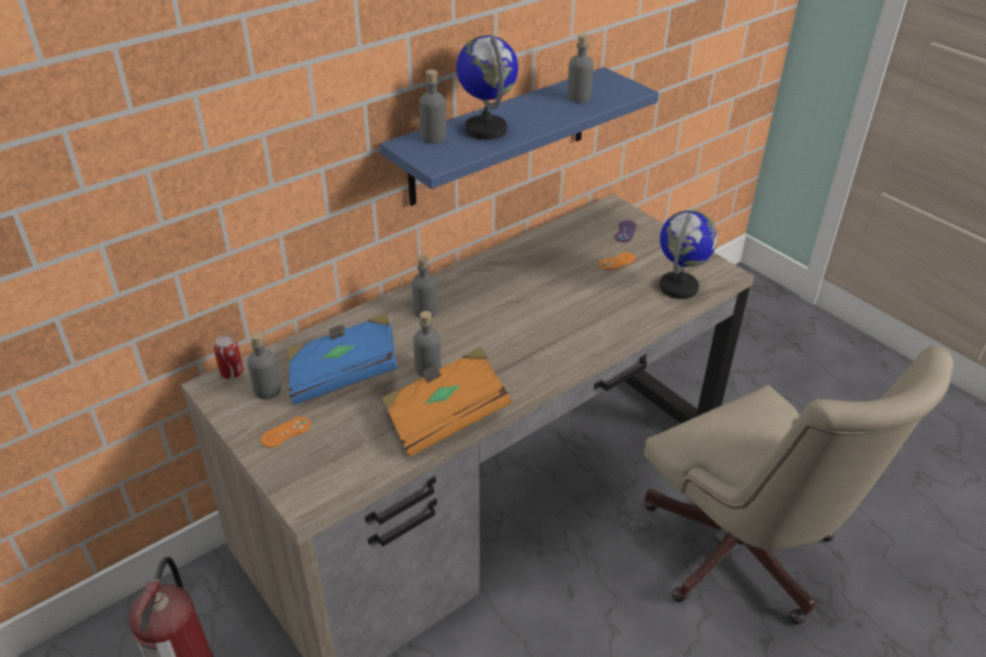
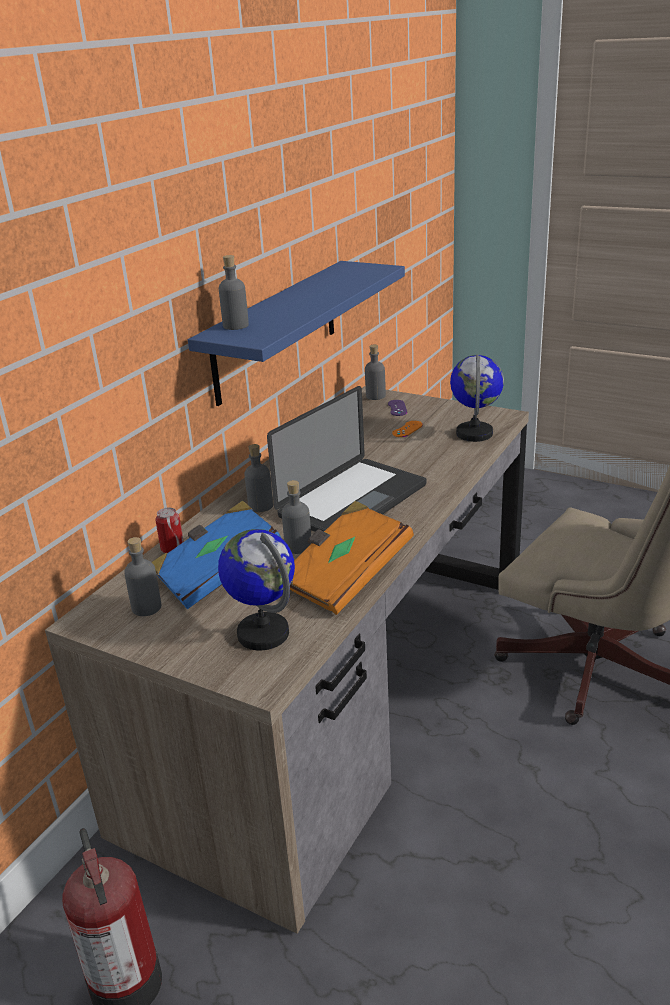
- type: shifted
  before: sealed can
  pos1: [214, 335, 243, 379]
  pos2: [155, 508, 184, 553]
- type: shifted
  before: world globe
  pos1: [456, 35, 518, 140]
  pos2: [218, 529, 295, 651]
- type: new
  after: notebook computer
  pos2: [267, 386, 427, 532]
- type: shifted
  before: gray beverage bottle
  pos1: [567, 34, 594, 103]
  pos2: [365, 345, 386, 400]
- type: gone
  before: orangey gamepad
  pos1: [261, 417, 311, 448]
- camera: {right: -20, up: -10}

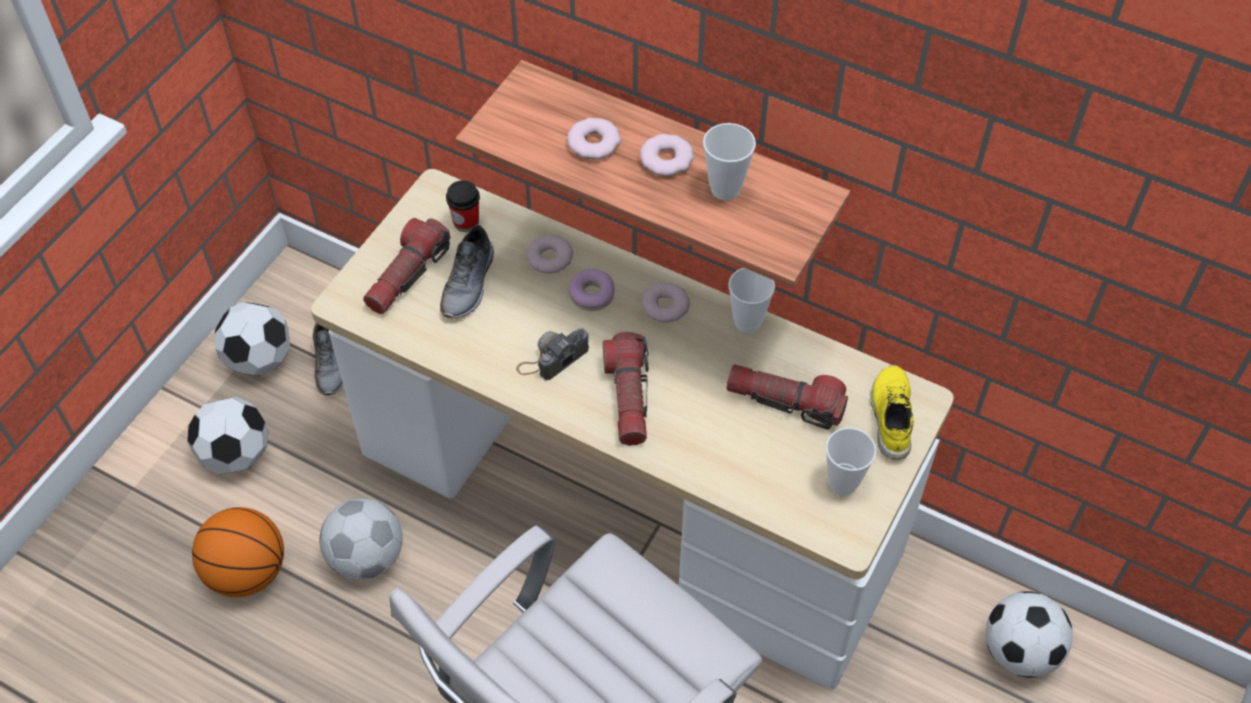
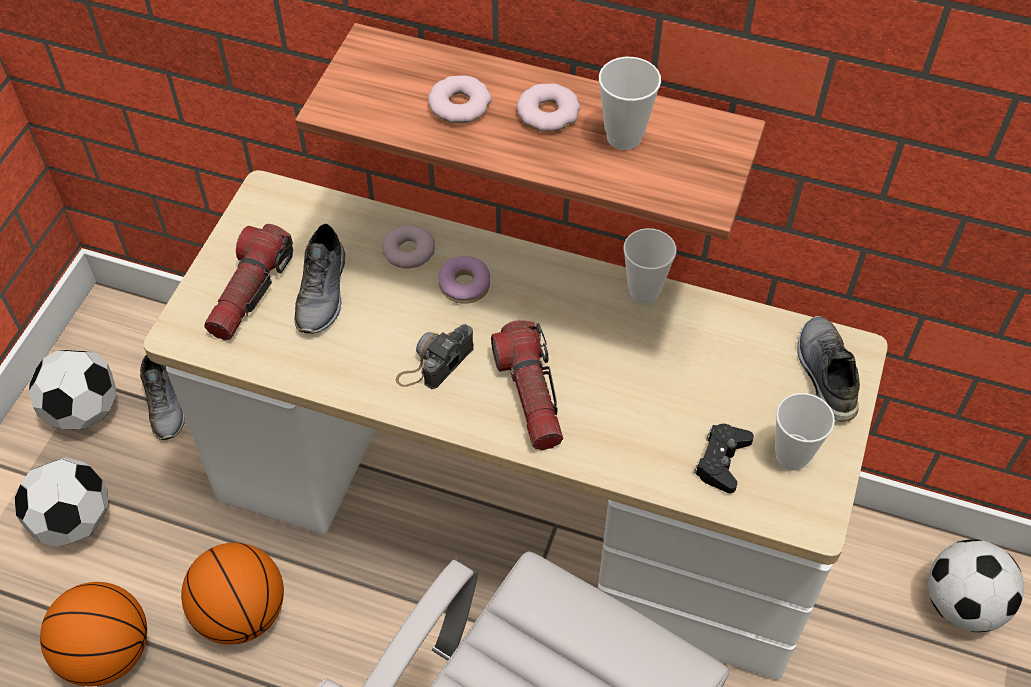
- type: swapped
  before: football
  after: basketball ball
  pos1: [319, 498, 403, 580]
  pos2: [181, 542, 284, 645]
- type: new
  after: blackish gamepad
  pos2: [694, 424, 754, 493]
- type: repainted
  before: yellow-coloured low shoe
  after: gray low shoe
  pos1: [870, 365, 913, 460]
  pos2: [797, 316, 860, 422]
- type: gone
  before: drinking cup
  pos1: [446, 180, 480, 232]
- type: gone
  before: ring doughnut
  pos1: [642, 283, 690, 322]
- type: gone
  before: torch
  pos1: [726, 364, 848, 430]
- camera: {right: -10, up: 0}

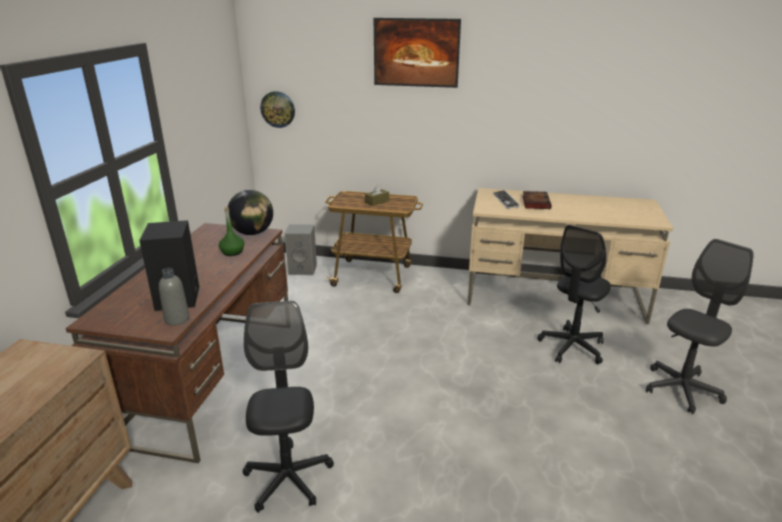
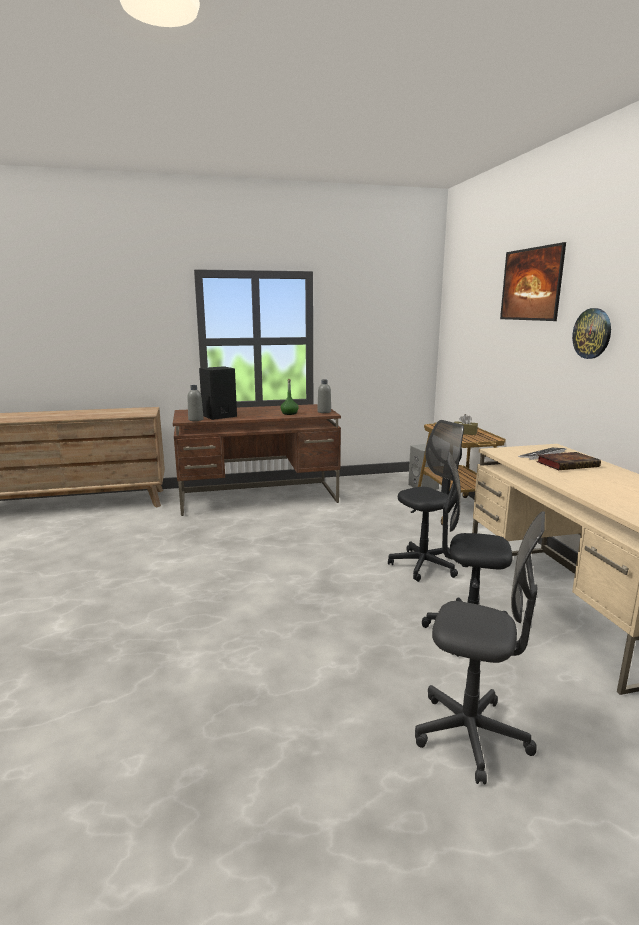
- type: swapped
  before: world globe
  after: gray beverage bottle
  pos1: [228, 190, 273, 235]
  pos2: [317, 379, 331, 413]
- type: shifted
  before: blackish desk chair
  pos1: [243, 301, 334, 513]
  pos2: [388, 420, 464, 582]
- type: shifted
  before: clock on the wall
  pos1: [260, 91, 295, 128]
  pos2: [572, 308, 611, 359]
- camera: {right: 65, up: -10}

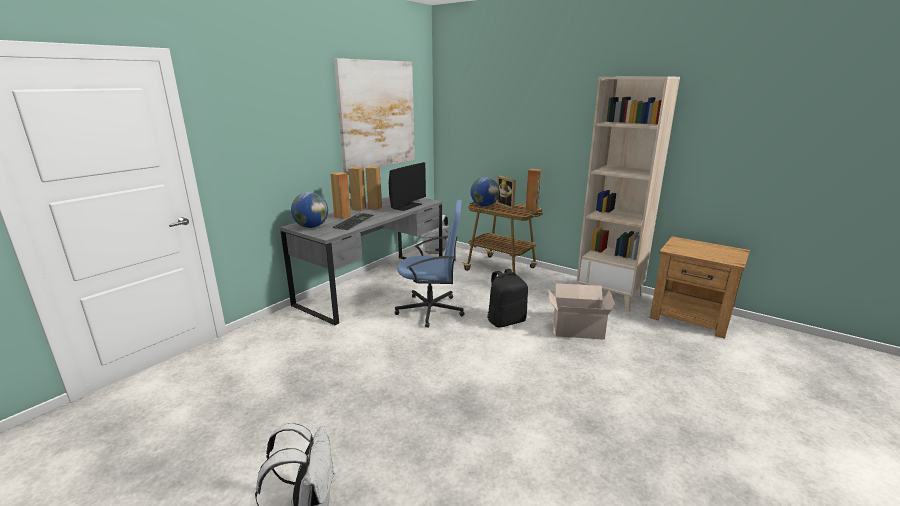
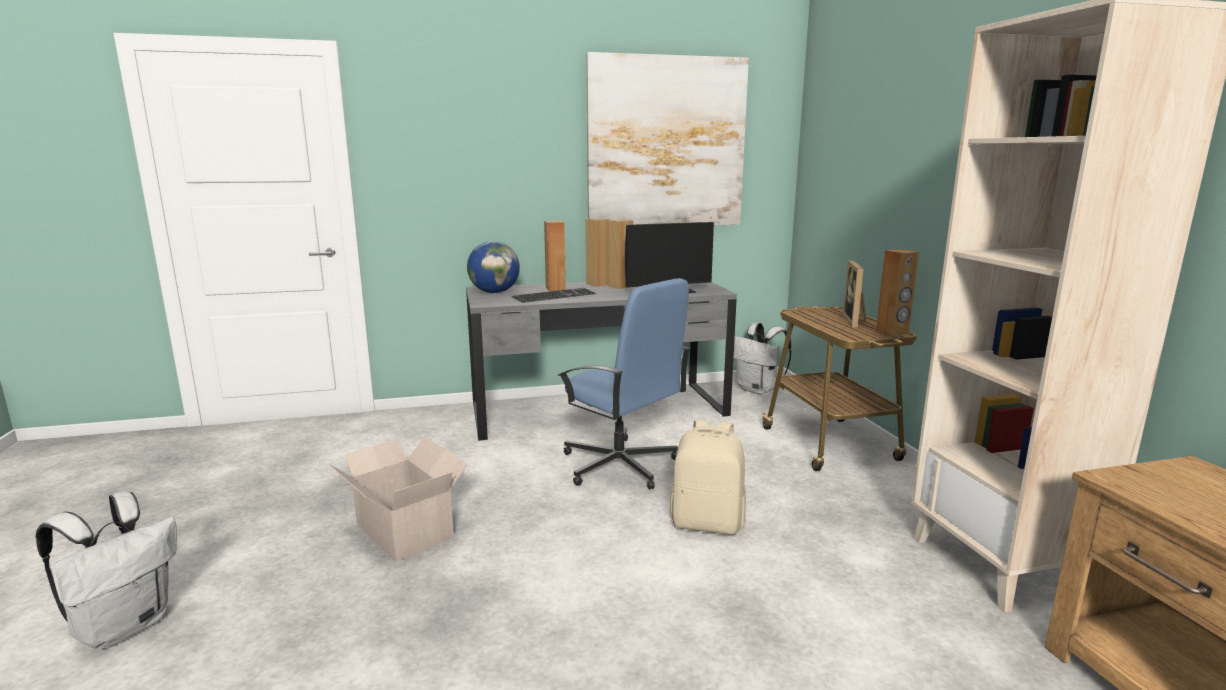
- type: shifted
  before: carton
  pos1: [548, 283, 615, 340]
  pos2: [329, 436, 468, 562]
- type: repainted
  before: blackish knapsack
  after: beige-coloured knapsack
  pos1: [487, 269, 528, 328]
  pos2: [670, 420, 746, 535]
- type: gone
  before: world globe
  pos1: [470, 177, 500, 207]
- camera: {right: 40, up: -5}

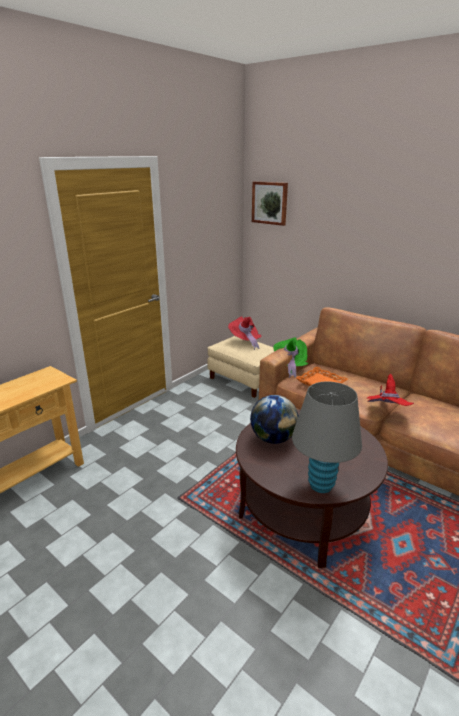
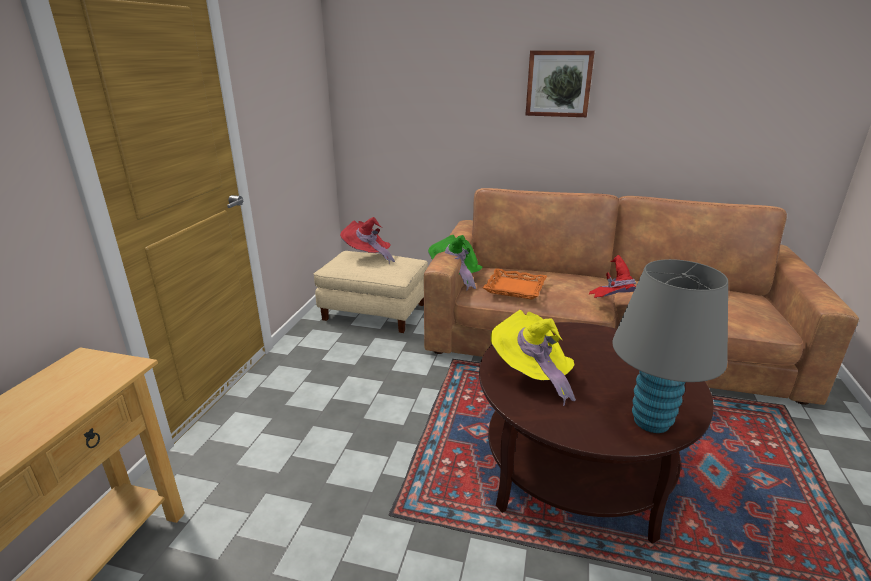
- type: swapped
  before: world globe
  after: yellow-coloured hat
  pos1: [250, 395, 299, 444]
  pos2: [490, 310, 576, 406]
- type: shifted
  before: wall art
  pos1: [252, 181, 288, 226]
  pos2: [525, 50, 595, 117]
- camera: {right: -25, up: 0}

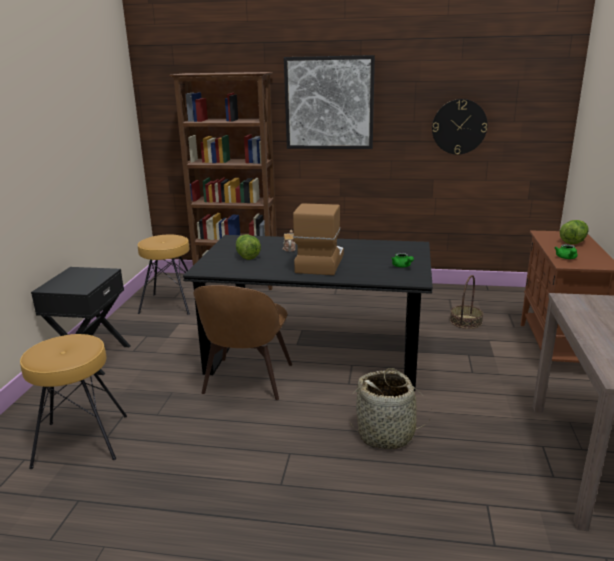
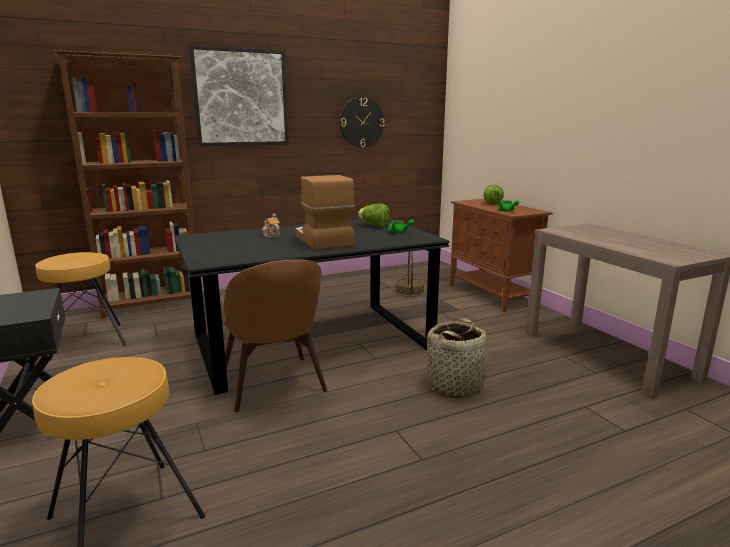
- type: shifted
  before: head of lettuce
  pos1: [236, 234, 261, 260]
  pos2: [358, 203, 390, 227]
- camera: {right: -35, up: -5}

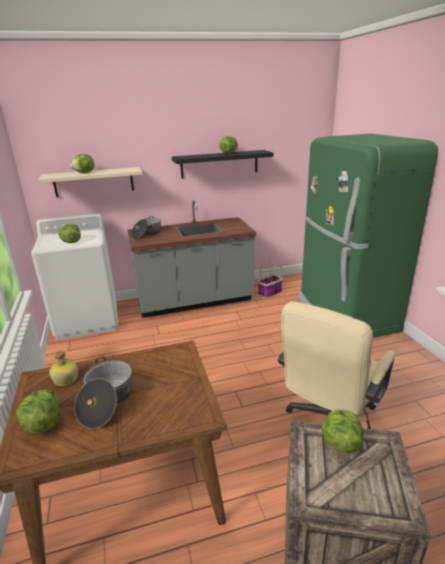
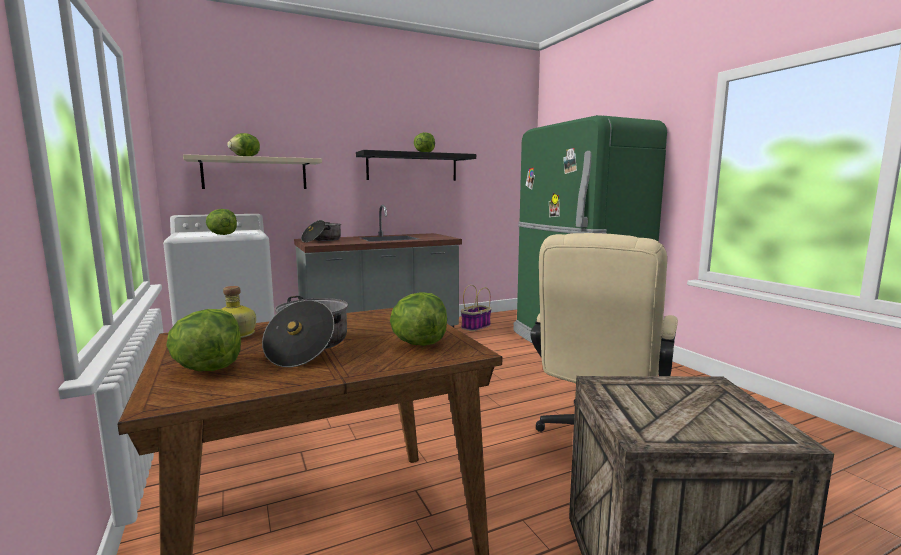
- type: shifted
  before: head of lettuce
  pos1: [322, 409, 364, 454]
  pos2: [390, 292, 447, 346]
- camera: {right: -10, up: -15}

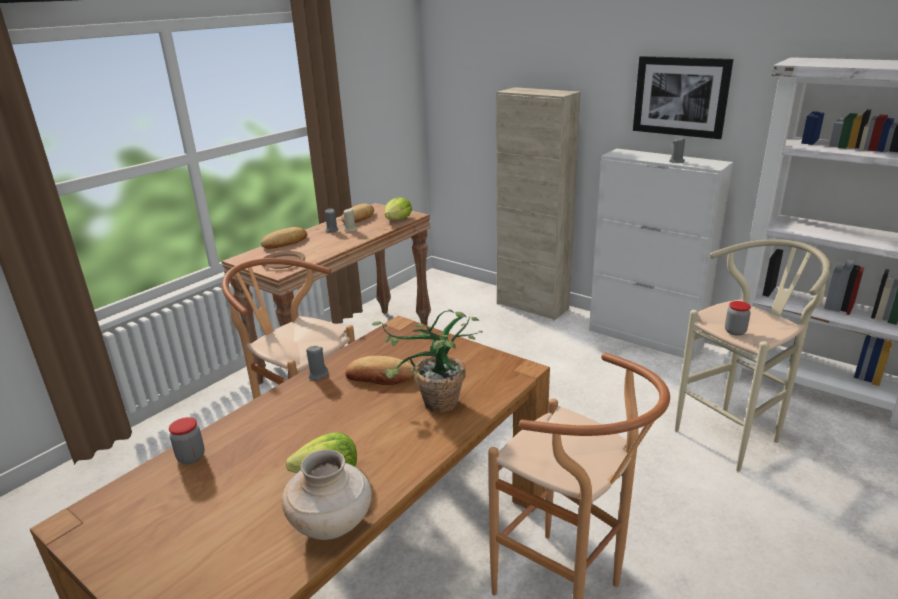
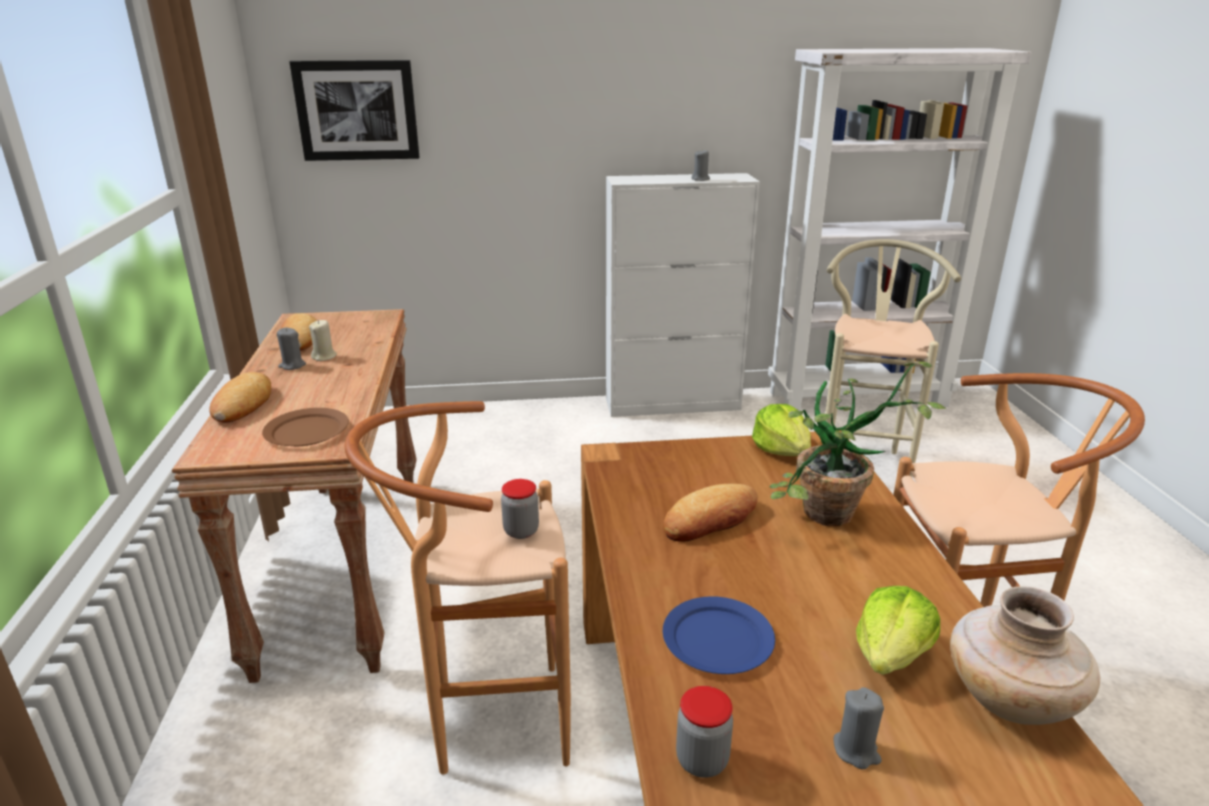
- type: shifted
  before: wall art
  pos1: [633, 56, 733, 139]
  pos2: [289, 60, 420, 161]
- type: shifted
  before: preserve jar
  pos1: [725, 301, 751, 336]
  pos2: [501, 479, 539, 539]
- type: new
  after: bluish flat dish
  pos2: [663, 596, 775, 674]
- type: shifted
  before: head of lettuce
  pos1: [385, 197, 412, 220]
  pos2: [752, 404, 811, 456]
- type: shifted
  before: gray wax light
  pos1: [306, 346, 329, 381]
  pos2: [833, 687, 884, 769]
- type: gone
  before: beige-coloured storage cabinet
  pos1: [496, 87, 580, 321]
- camera: {right: -45, up: 0}

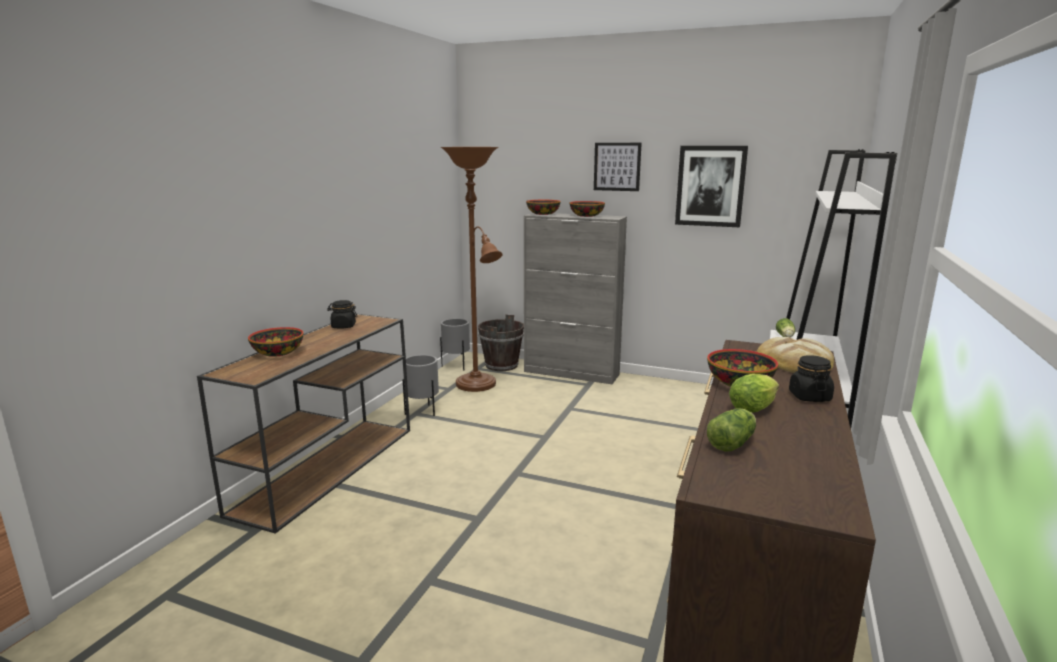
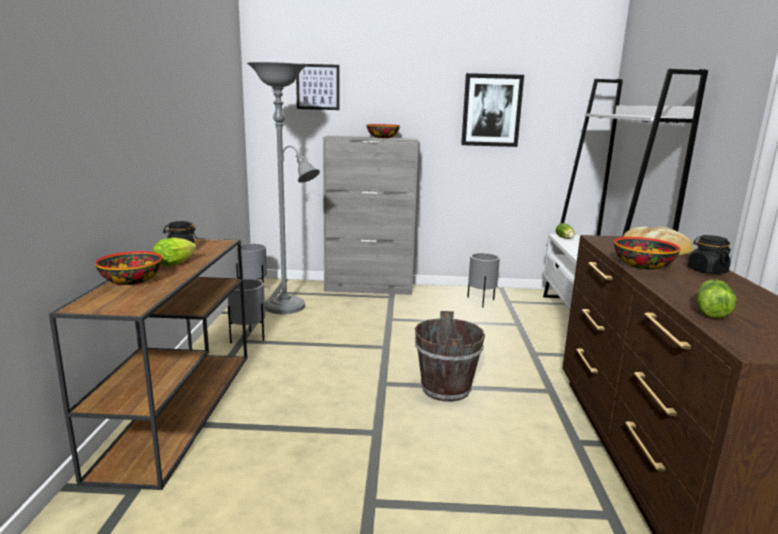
- type: shifted
  before: head of lettuce
  pos1: [729, 374, 779, 413]
  pos2: [153, 237, 197, 266]
- type: repainted
  before: brown-coloured standard lamp
  after: gray standard lamp
  pos1: [441, 147, 503, 392]
  pos2: [247, 62, 320, 314]
- type: shifted
  before: wall art
  pos1: [594, 143, 642, 191]
  pos2: [296, 64, 340, 110]
- type: shifted
  before: brown-coloured bucket
  pos1: [478, 314, 524, 371]
  pos2: [415, 311, 485, 402]
- type: new
  after: gray planter
  pos2: [467, 253, 500, 308]
- type: gone
  before: bowl
  pos1: [526, 200, 561, 215]
- camera: {right: -20, up: 0}

